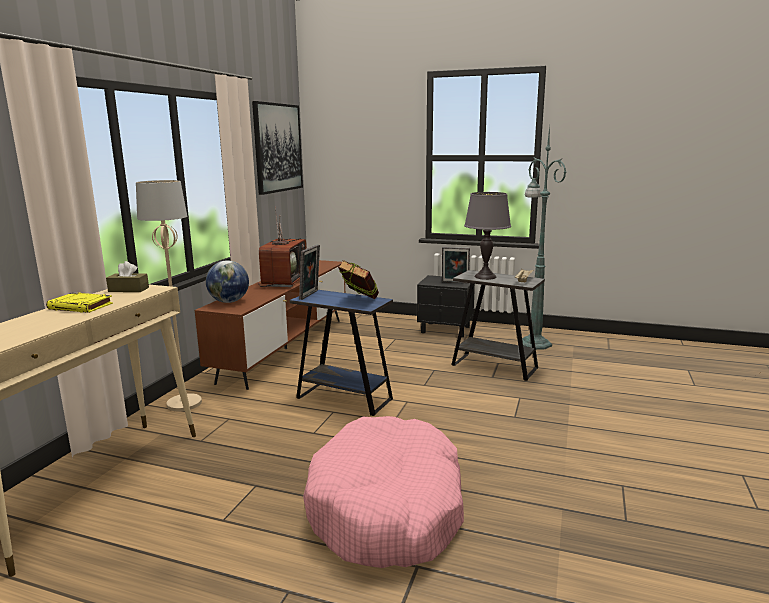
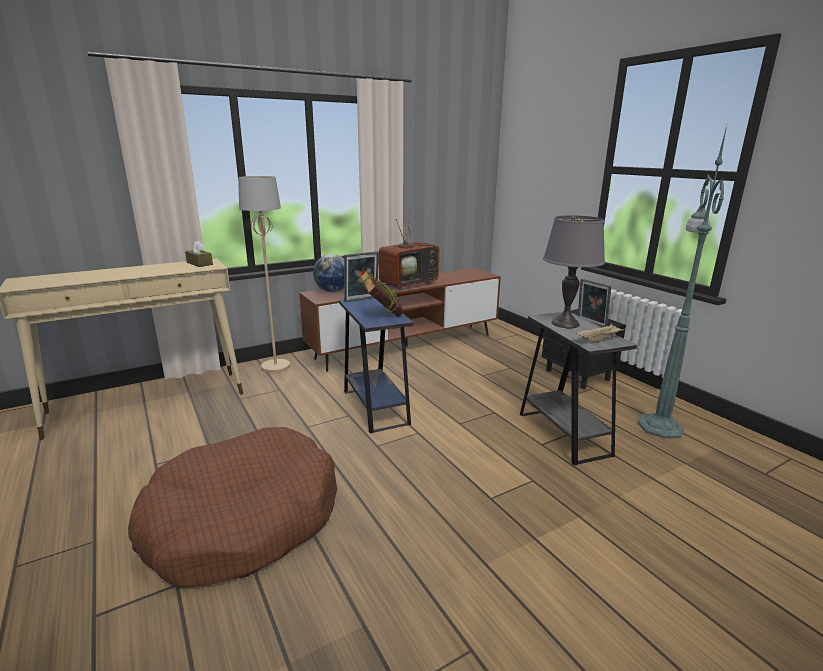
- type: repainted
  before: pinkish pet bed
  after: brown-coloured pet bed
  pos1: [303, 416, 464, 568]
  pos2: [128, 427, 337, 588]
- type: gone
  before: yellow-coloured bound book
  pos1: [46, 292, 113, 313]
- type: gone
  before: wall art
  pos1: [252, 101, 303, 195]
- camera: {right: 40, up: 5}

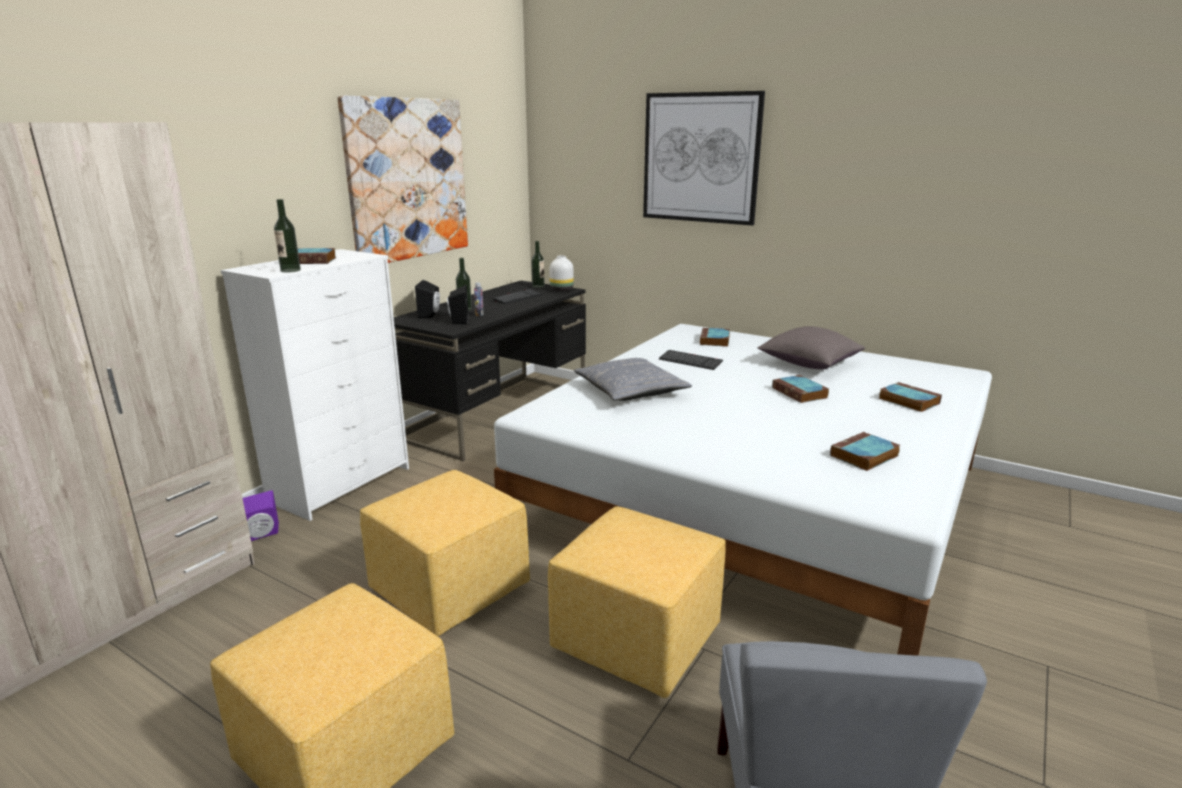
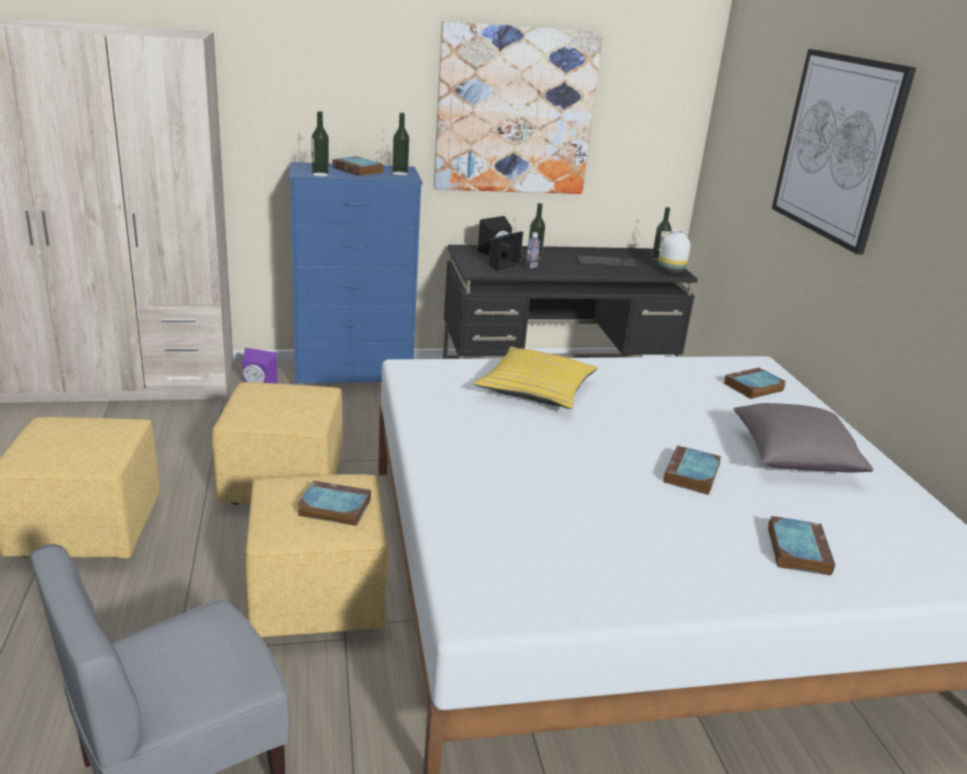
- type: repainted
  before: whitish chest of drawers
  after: bluish chest of drawers
  pos1: [221, 249, 409, 521]
  pos2: [289, 162, 422, 385]
- type: shifted
  before: bound book
  pos1: [830, 432, 900, 471]
  pos2: [297, 481, 371, 526]
- type: new
  after: beverage bottle
  pos2: [392, 113, 410, 176]
- type: repainted
  before: gray throw pillow
  after: yellow-coloured throw pillow
  pos1: [574, 358, 692, 401]
  pos2: [474, 347, 597, 409]
- type: gone
  before: computer keyboard
  pos1: [659, 350, 723, 370]
- camera: {right: 45, up: 5}

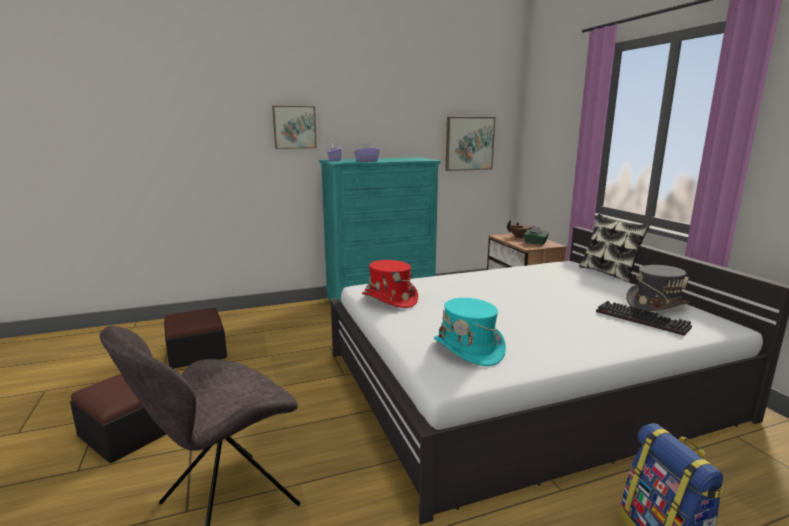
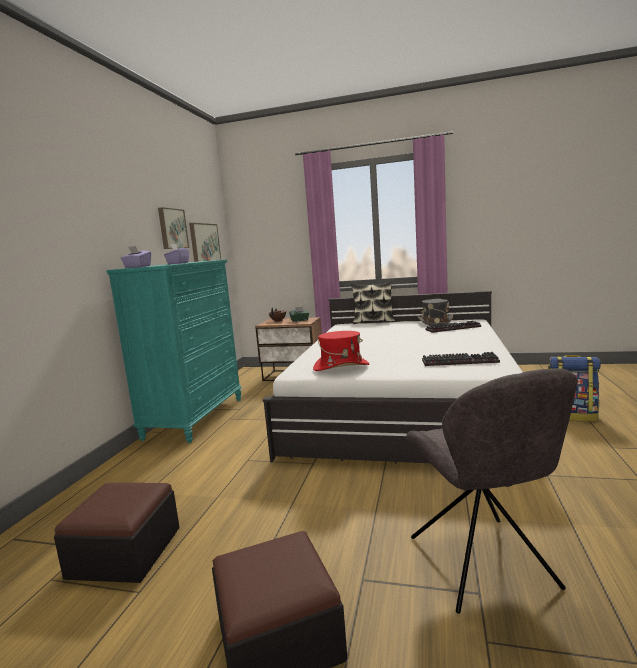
- type: shifted
  before: wall art
  pos1: [272, 106, 317, 149]
  pos2: [158, 207, 189, 249]
- type: swapped
  before: blue-green hat
  after: computer keyboard
  pos1: [434, 298, 506, 366]
  pos2: [422, 352, 500, 366]
- camera: {right: -55, up: -5}

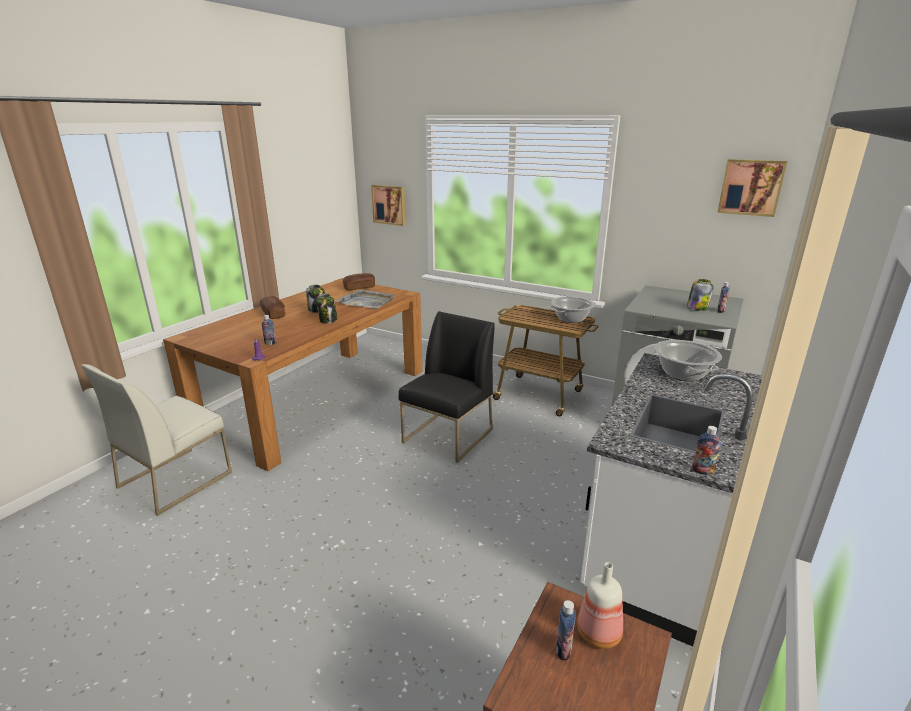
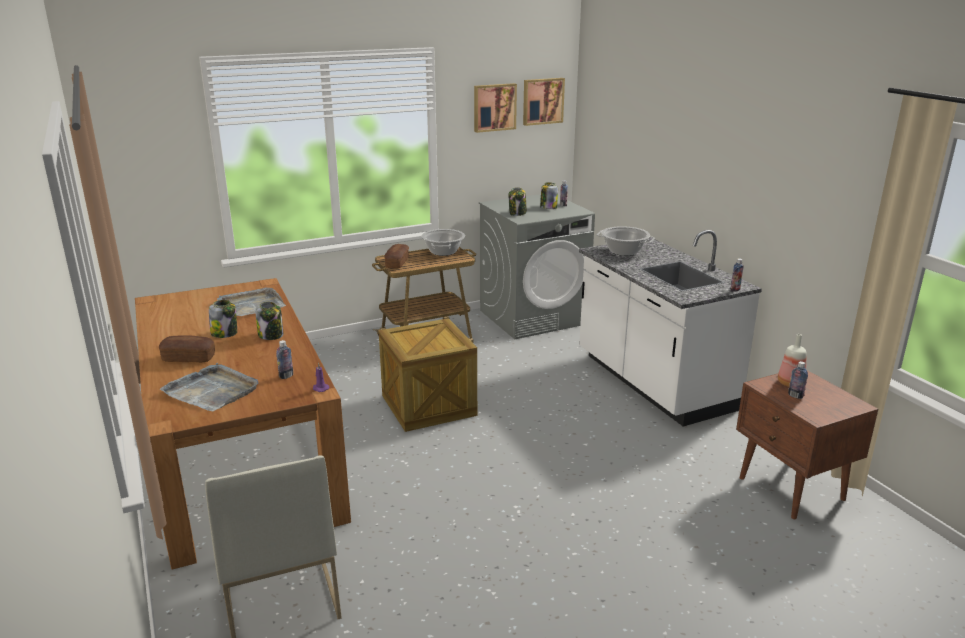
- type: new
  after: gray tray
  pos2: [160, 363, 259, 411]
- type: swapped
  before: blackish chair
  after: crate
  pos1: [398, 311, 495, 463]
  pos2: [378, 318, 477, 432]
- type: shifted
  before: bread
  pos1: [343, 273, 375, 290]
  pos2: [384, 244, 409, 268]
- type: shifted
  before: wall art
  pos1: [371, 185, 406, 226]
  pos2: [474, 83, 517, 133]
- type: new
  after: preserve jar
  pos2: [509, 187, 527, 216]
- camera: {right: -55, up: 0}

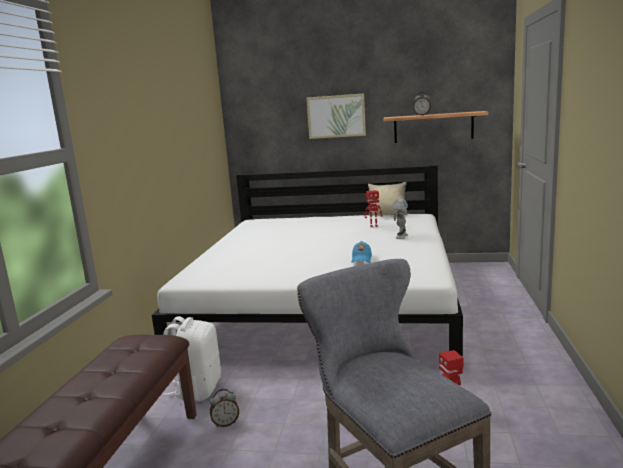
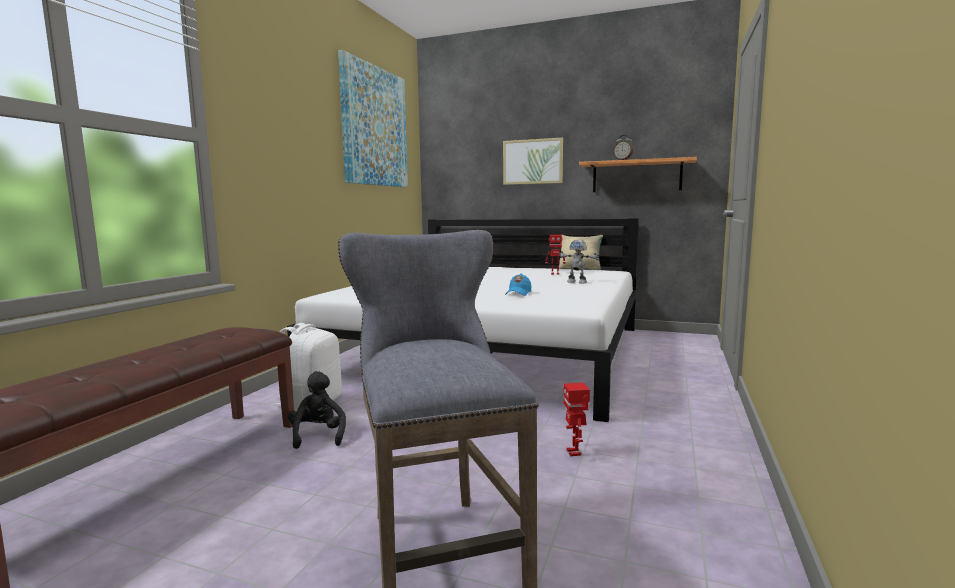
- type: swapped
  before: alarm clock
  after: blackish soft toy
  pos1: [210, 389, 239, 427]
  pos2: [288, 371, 346, 449]
- type: new
  after: wall art
  pos2: [338, 50, 408, 187]
- type: rotated
  before: toy robot
  pos1: [392, 199, 408, 239]
  pos2: [558, 239, 600, 283]
  turn: 90
- camera: {right: 10, up: -5}

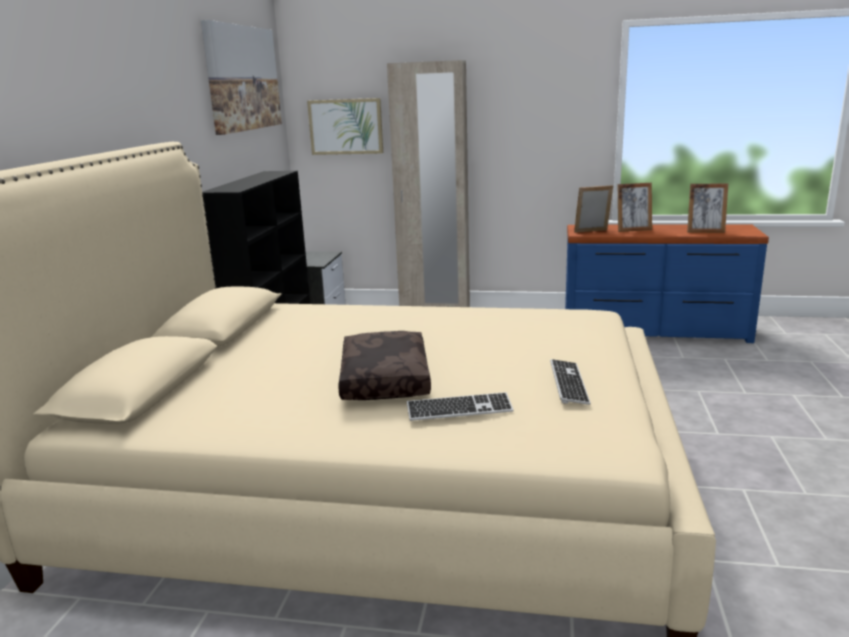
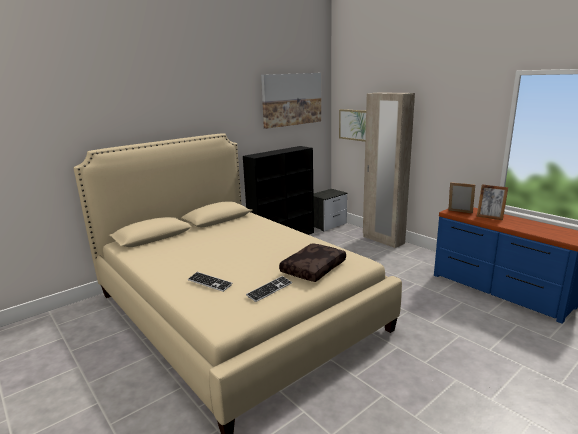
- type: shifted
  before: brown-coloured throw pillow
  pos1: [338, 331, 431, 400]
  pos2: [279, 243, 346, 282]
- type: gone
  before: standing frame
  pos1: [687, 184, 728, 233]
- camera: {right: 40, up: 0}

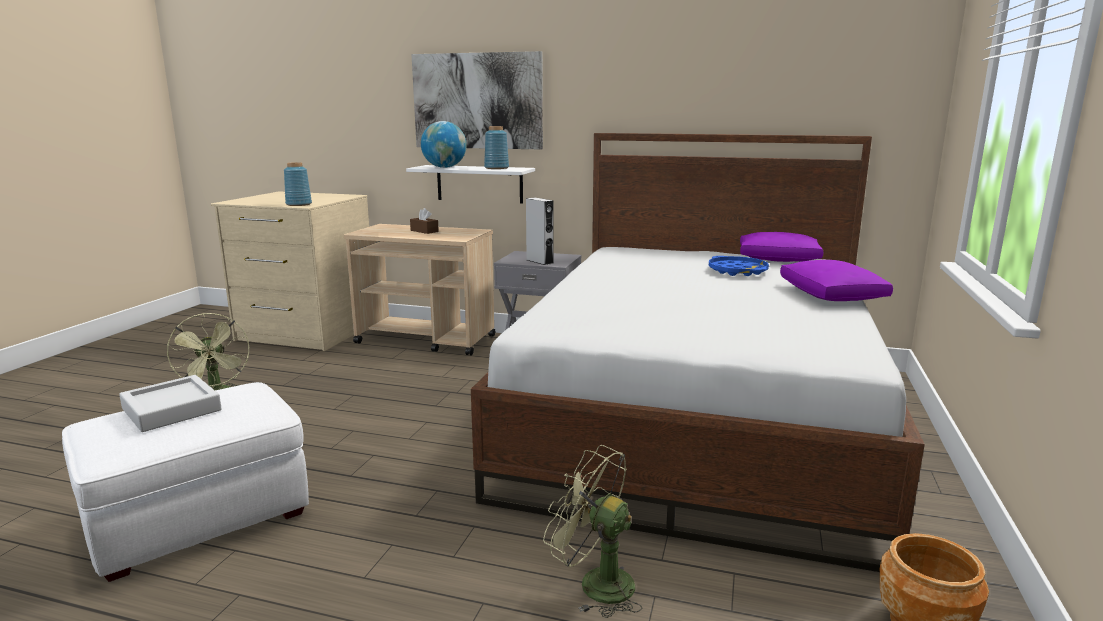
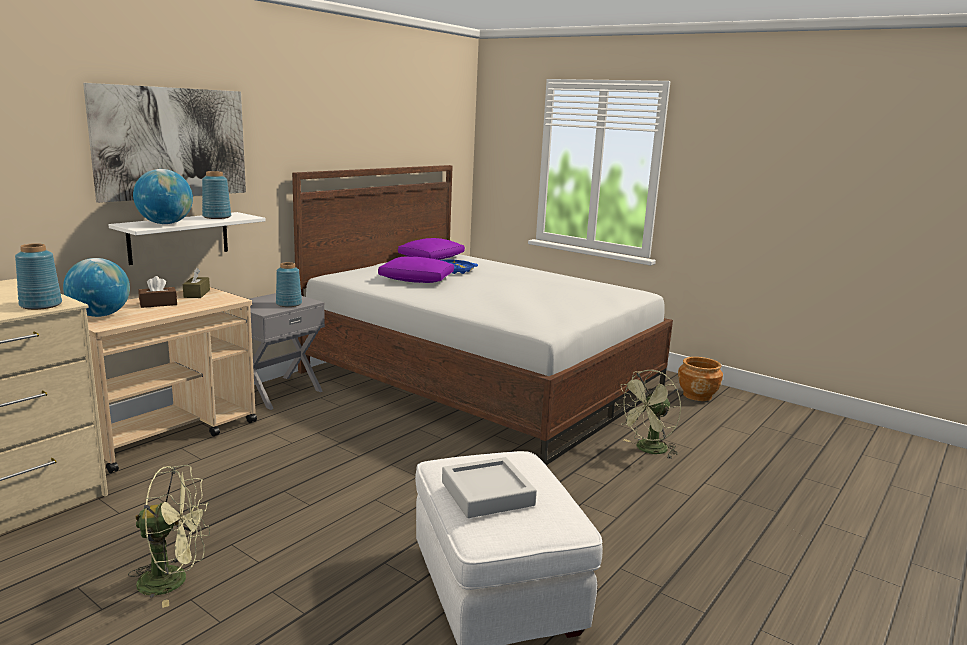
- type: new
  after: world globe
  pos2: [63, 258, 130, 317]
- type: new
  after: brown-coloured box of tissues
  pos2: [183, 268, 210, 298]
- type: swapped
  before: gray loudspeaker
  after: bluish vase
  pos1: [526, 198, 554, 265]
  pos2: [276, 262, 302, 307]
- type: shifted
  before: purple throw pillow
  pos1: [780, 260, 893, 301]
  pos2: [378, 256, 454, 283]
- camera: {right: -70, up: 0}

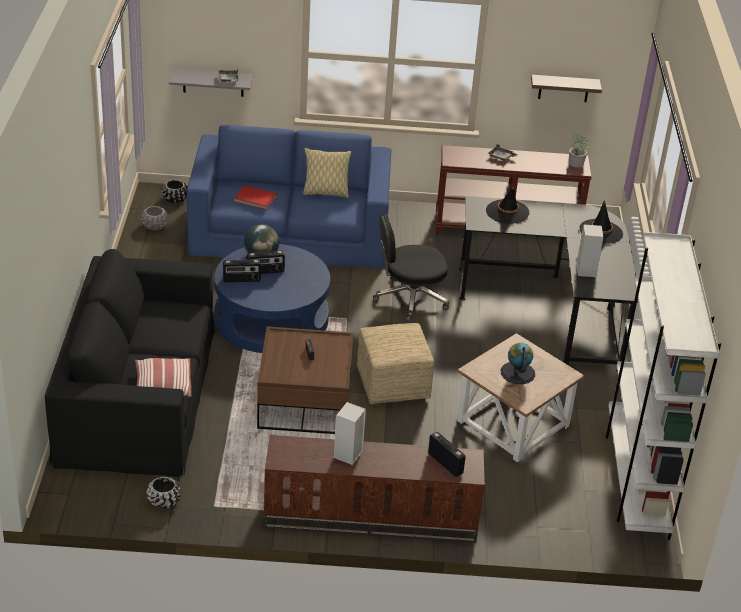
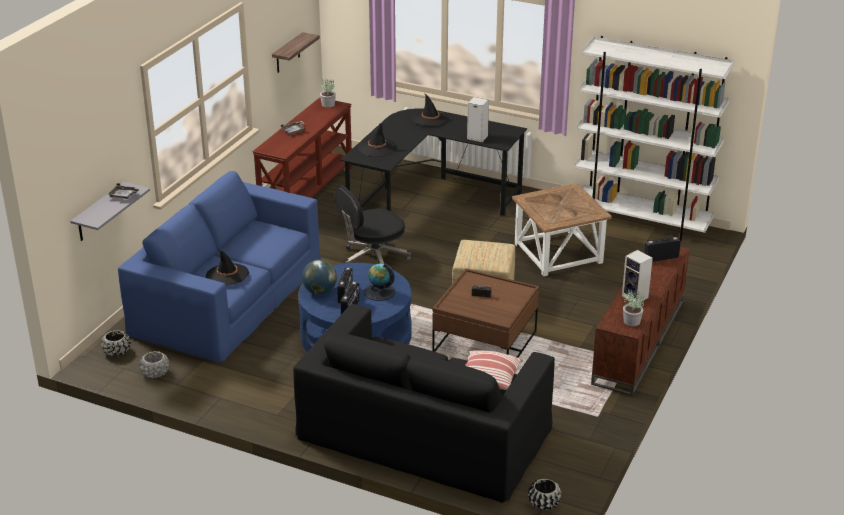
- type: swapped
  before: reddish bound book
  after: blackish hat
  pos1: [234, 185, 277, 210]
  pos2: [206, 250, 249, 285]
- type: rotated
  before: blackish desk chair
  pos1: [373, 214, 449, 322]
  pos2: [335, 185, 411, 264]
  turn: 45
- type: shifted
  before: world globe
  pos1: [501, 343, 535, 384]
  pos2: [364, 263, 395, 301]
- type: shifted
  before: blackish planter
  pos1: [146, 476, 181, 509]
  pos2: [528, 478, 561, 510]
- type: new
  after: houseplant
  pos2: [623, 289, 644, 326]
- type: gone
  before: throw pillow
  pos1: [303, 148, 351, 198]
- camera: {right: -65, up: -5}

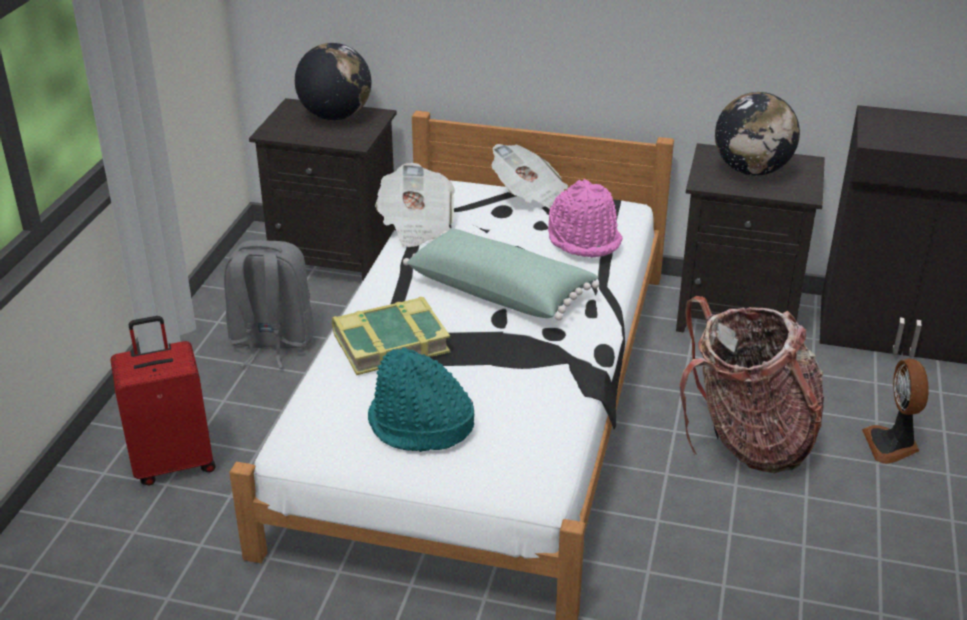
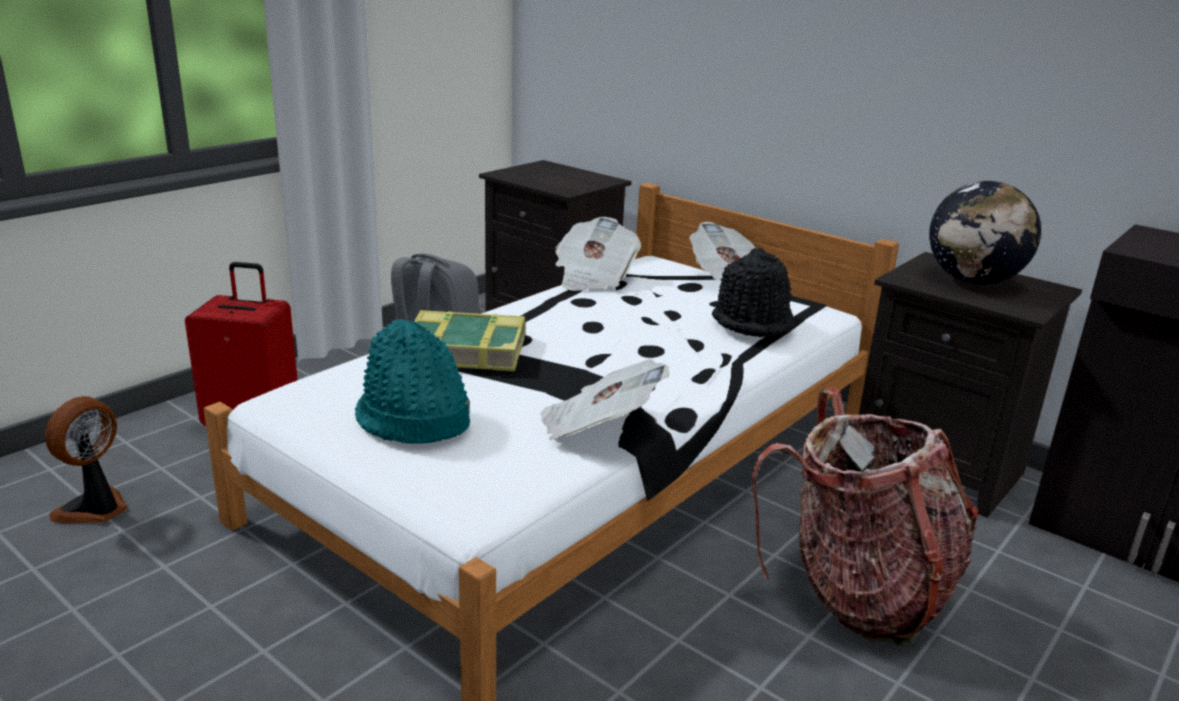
- type: shifted
  before: cooling fan
  pos1: [862, 358, 929, 464]
  pos2: [45, 396, 128, 523]
- type: new
  after: printed paper
  pos2: [540, 359, 669, 440]
- type: repainted
  before: pinkish hat
  after: blackish hat
  pos1: [548, 179, 623, 258]
  pos2: [712, 247, 796, 337]
- type: gone
  before: world globe
  pos1: [295, 43, 371, 120]
- type: gone
  before: green throw pillow
  pos1: [403, 229, 599, 320]
- camera: {right: 25, up: -10}

